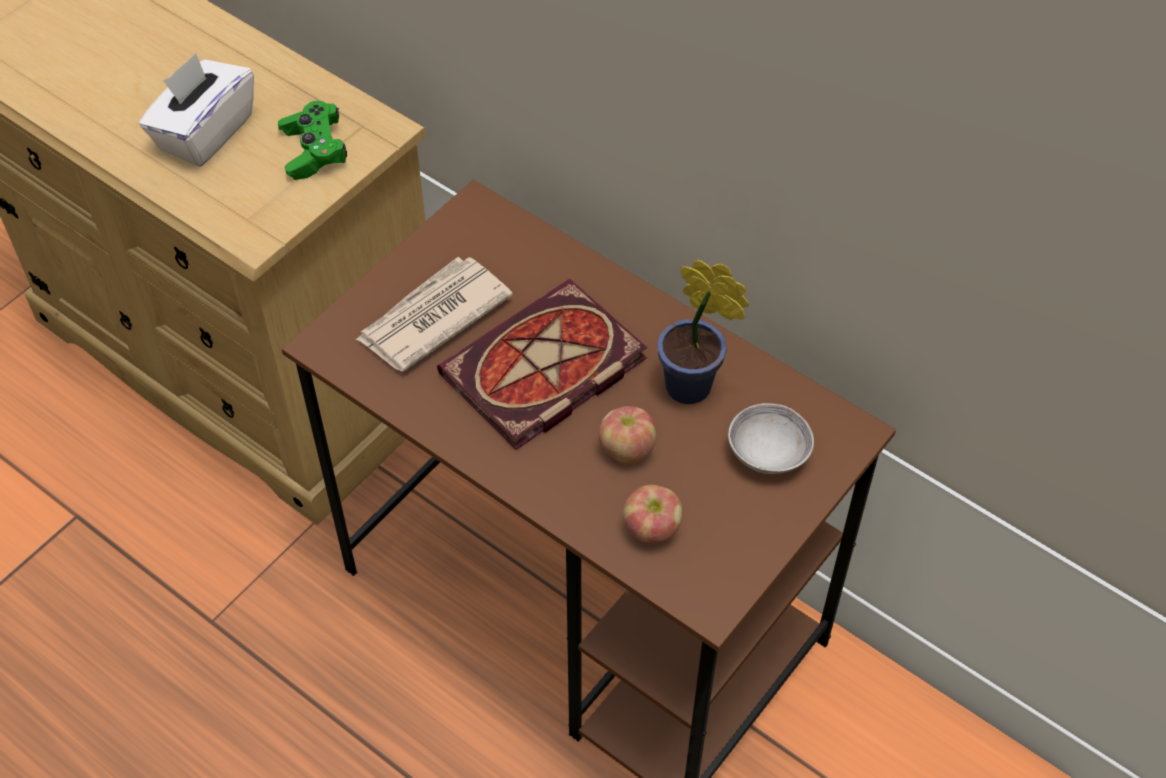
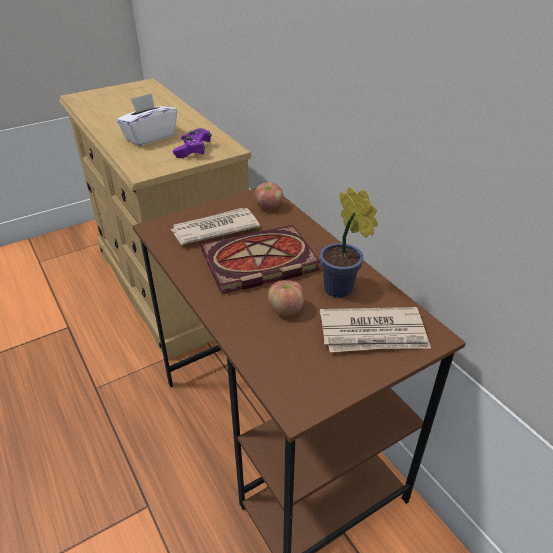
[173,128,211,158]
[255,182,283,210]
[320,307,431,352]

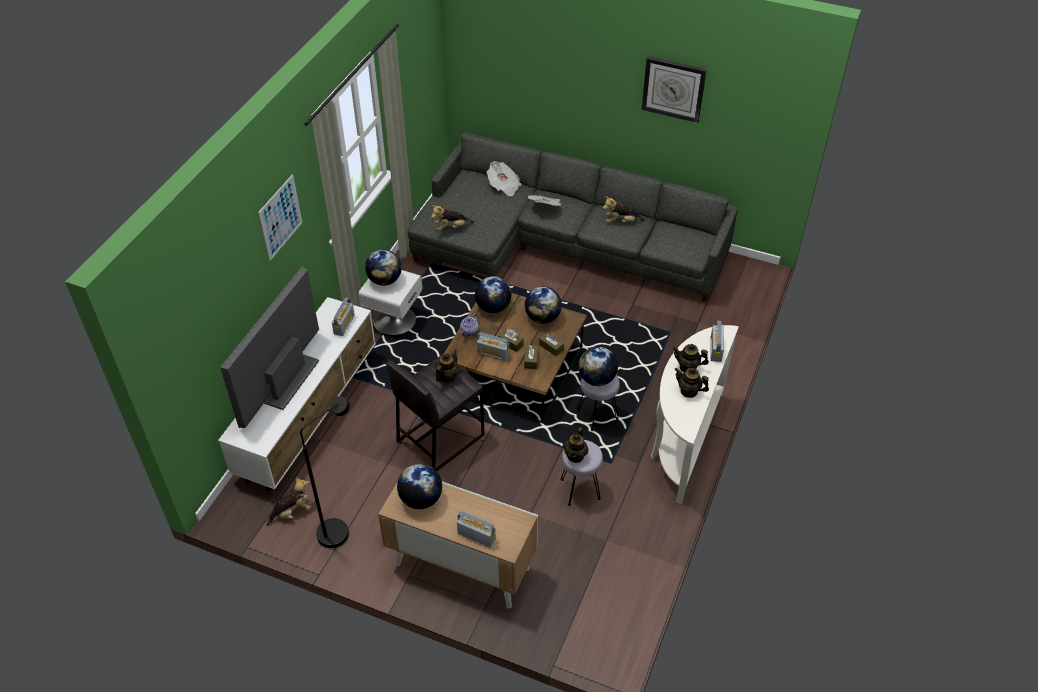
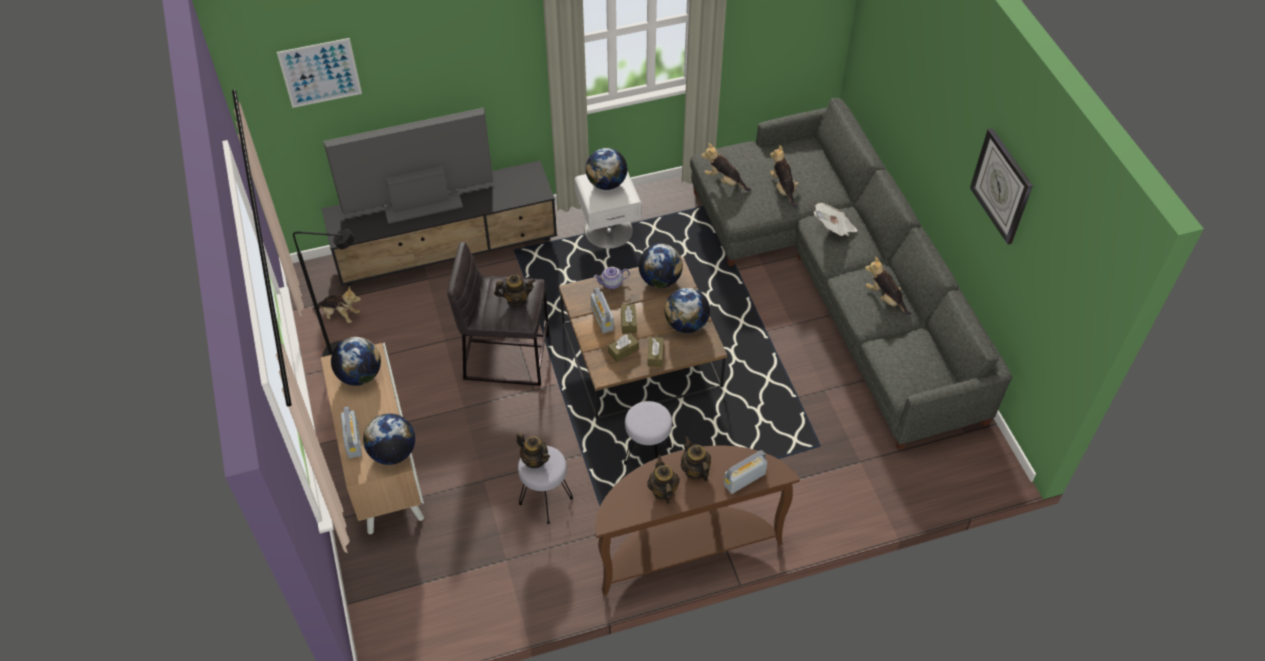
[322,161,557,286]
[277,38,362,108]
[332,298,355,336] (first image)
[487,161,522,197] (first image)
[517,432,550,468]
[363,413,415,465]
[595,446,800,596]
[770,145,798,208]

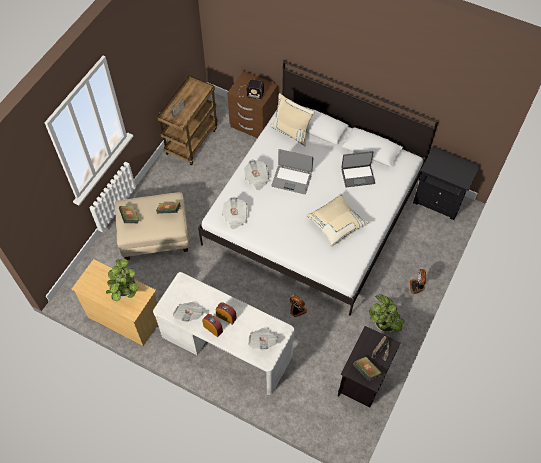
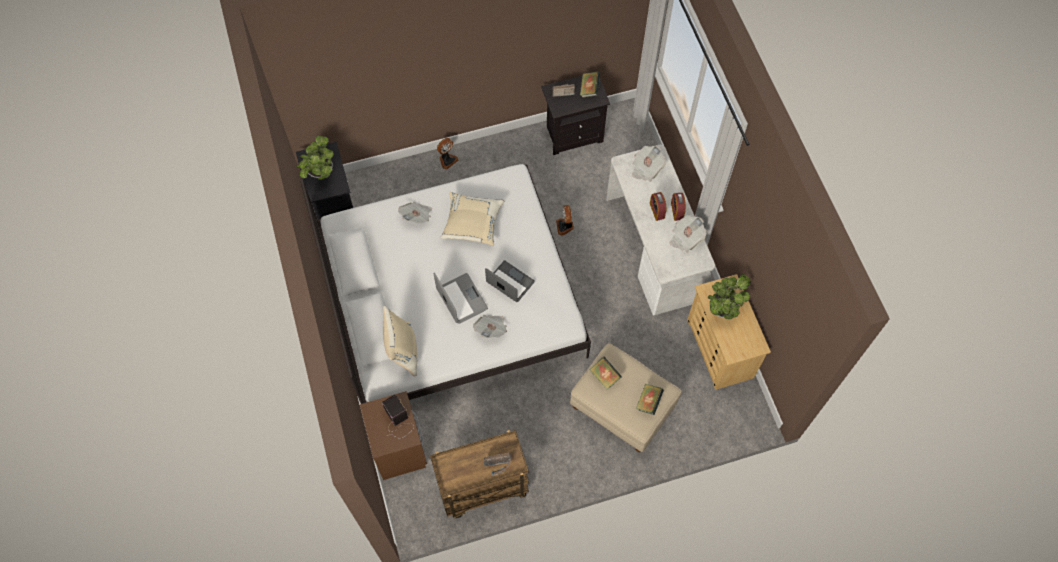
[398,202,432,223]
[485,260,535,302]
[296,135,334,180]

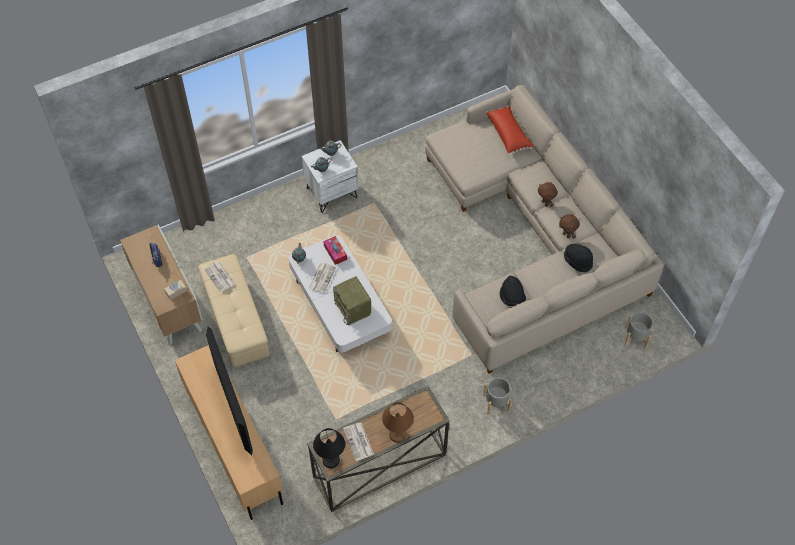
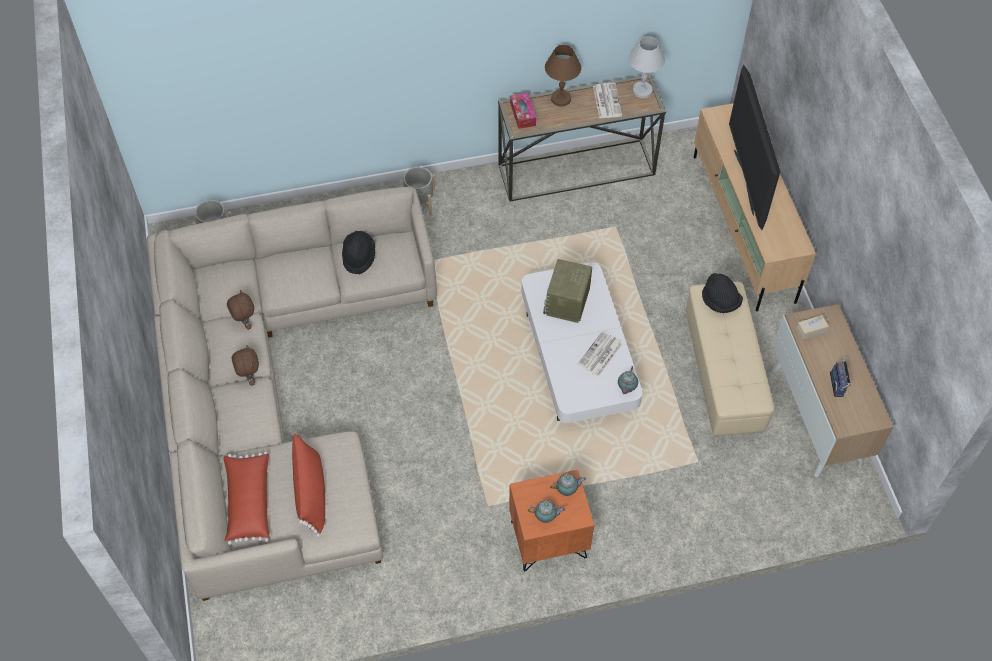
[204,261,236,292] (first image)
[509,470,594,572]
[628,36,665,98]
[510,93,536,129]
[543,259,592,323]
[702,273,743,313]
[292,433,325,537]

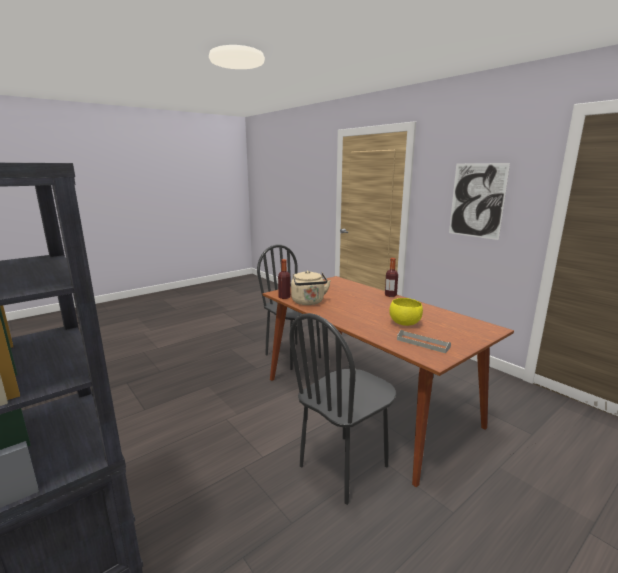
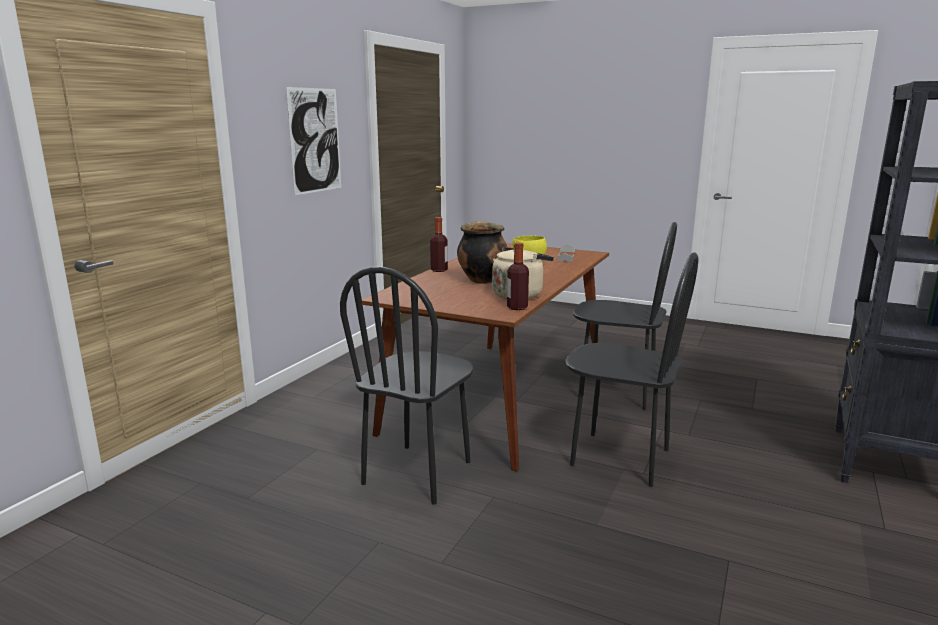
[457,221,507,284]
[565,252,698,487]

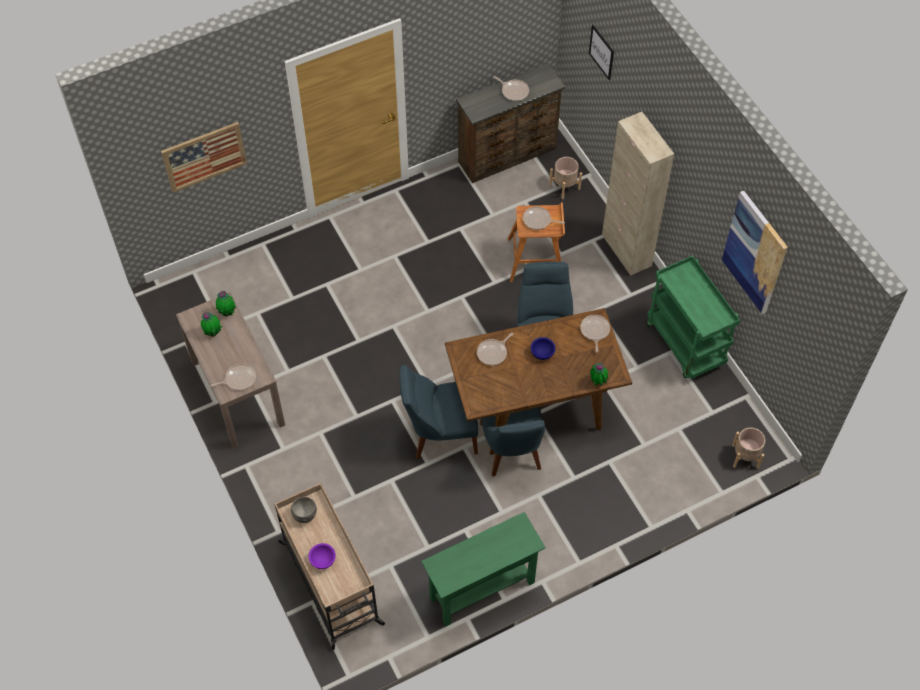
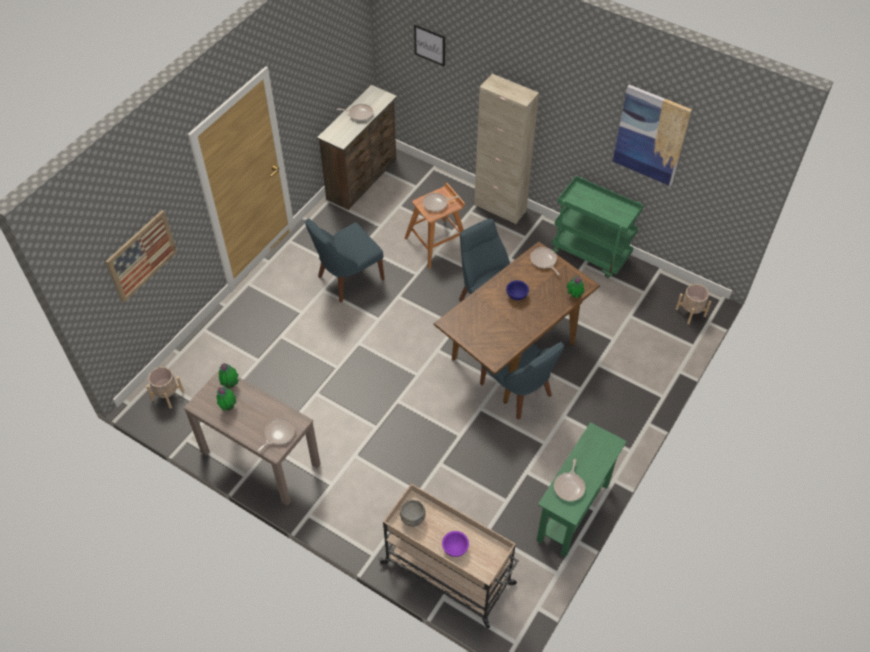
[305,218,384,302]
[554,459,585,501]
[146,367,184,409]

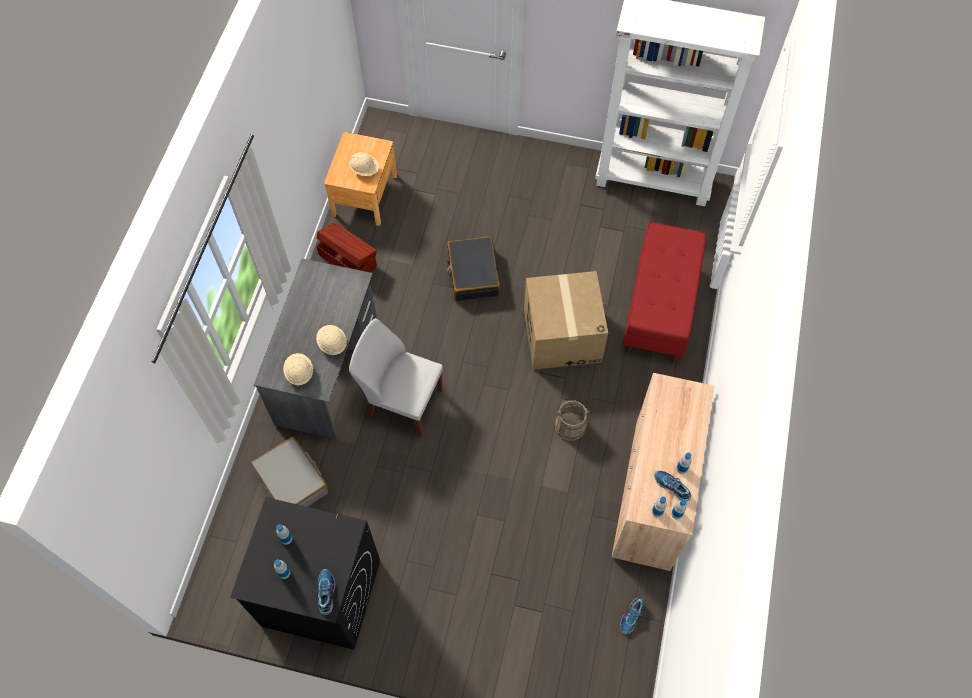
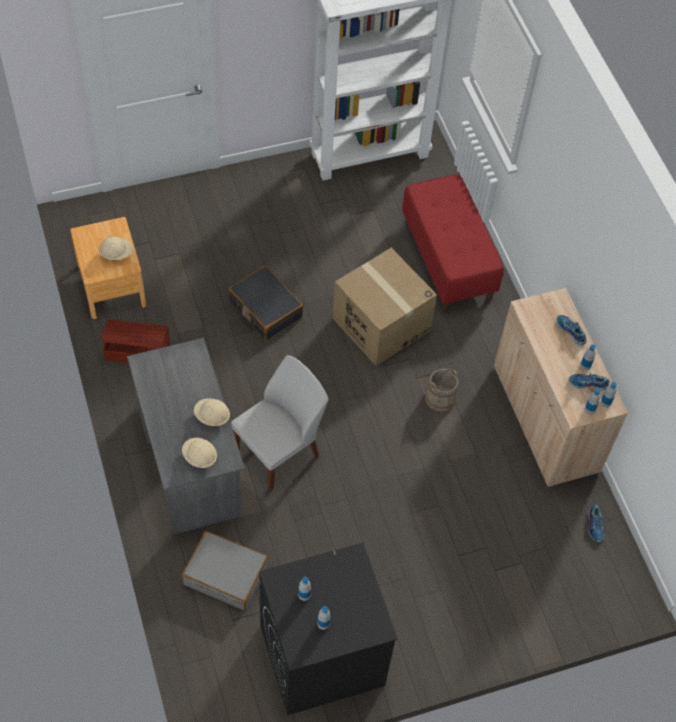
[557,315,587,345]
[231,355,328,490]

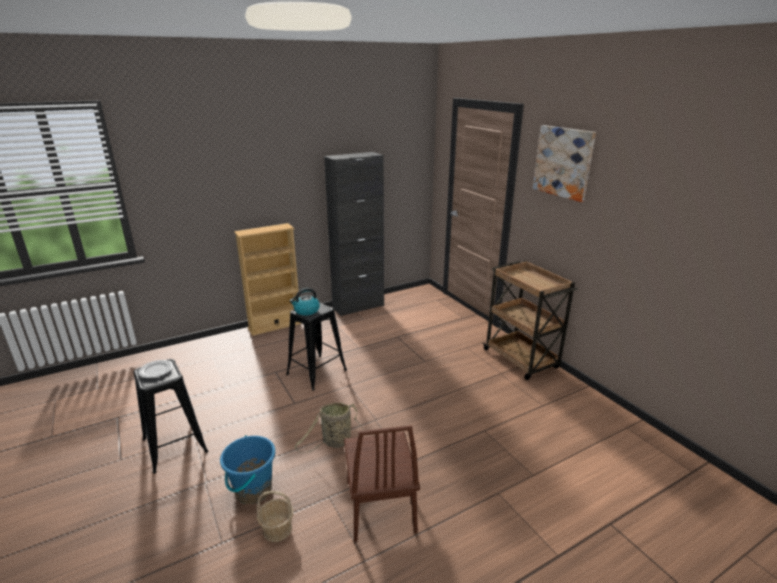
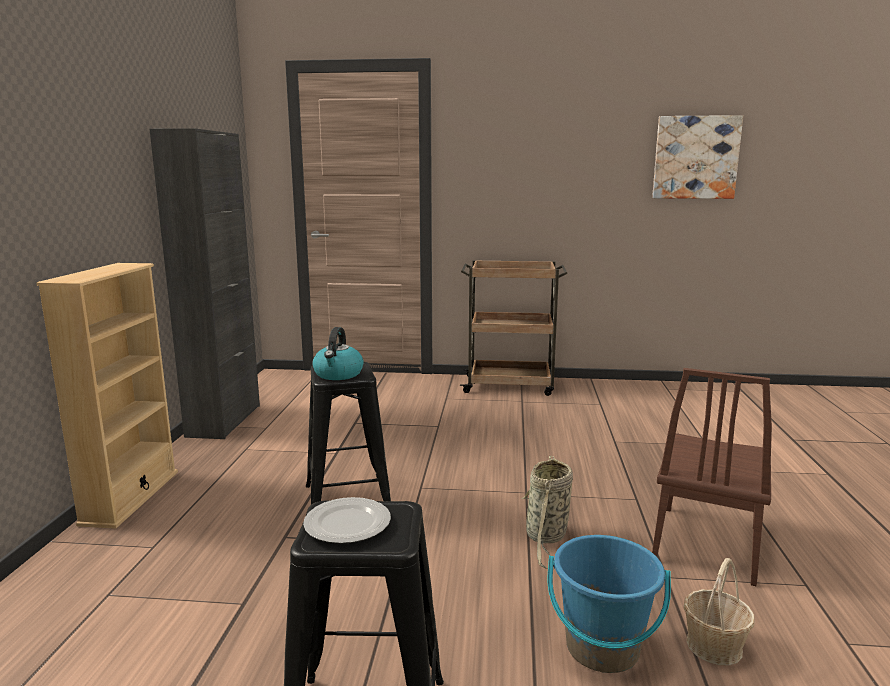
[652,368,772,586]
[652,115,743,199]

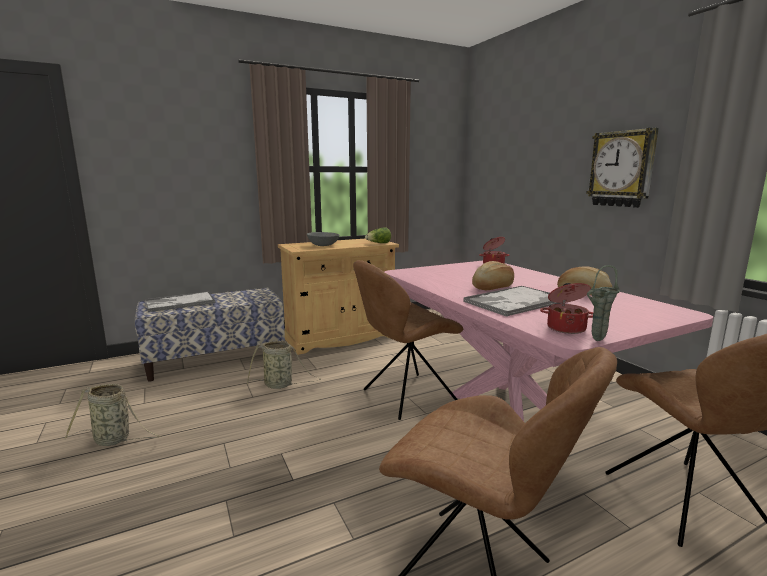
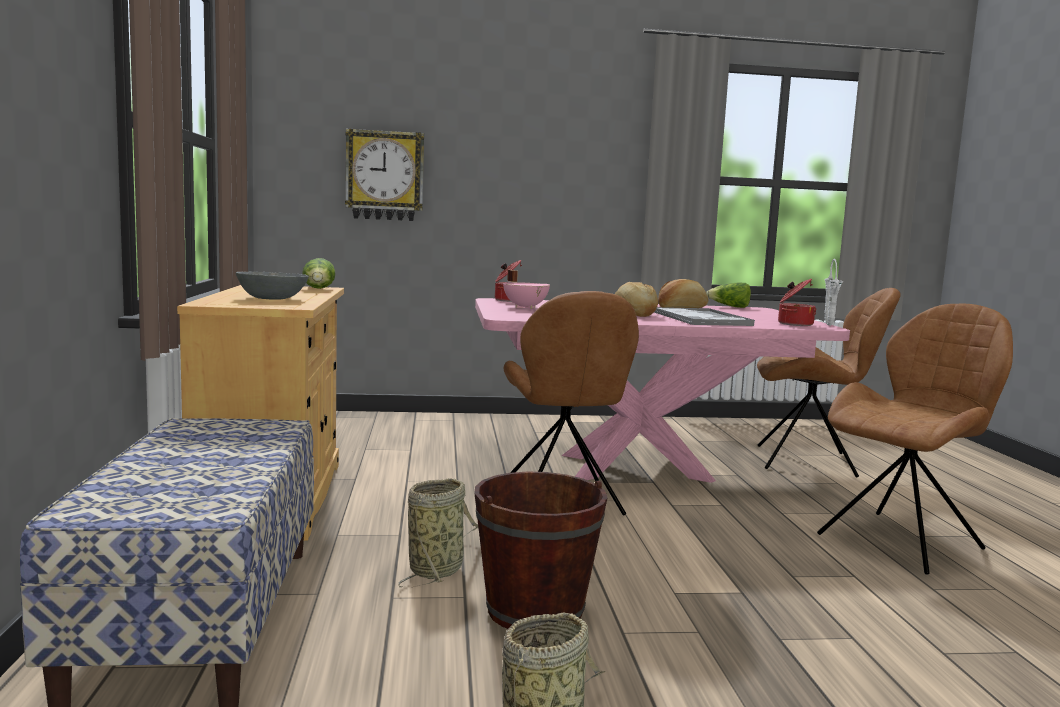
[145,291,215,312] (first image)
[345,128,424,221]
[824,259,843,326]
[475,471,608,629]
[503,270,550,309]
[706,283,751,308]

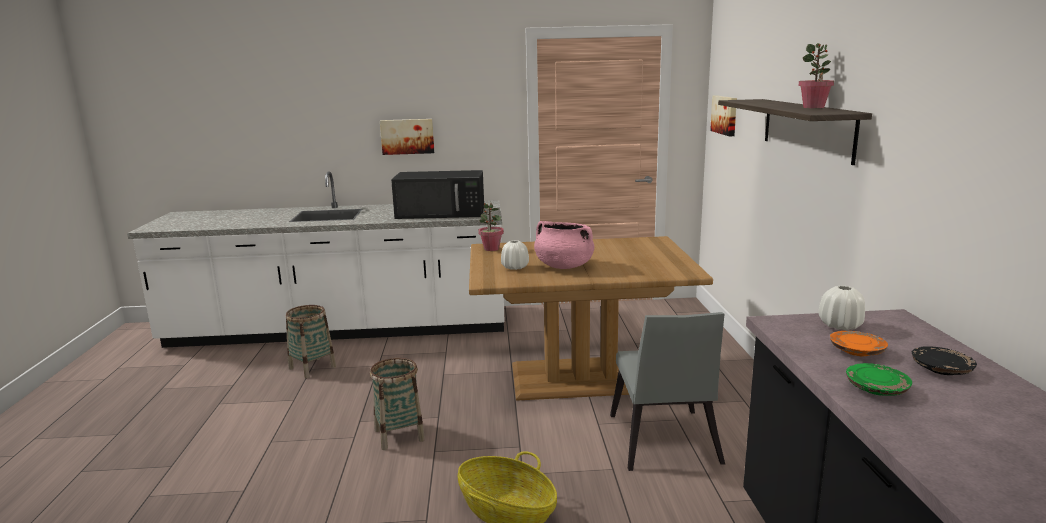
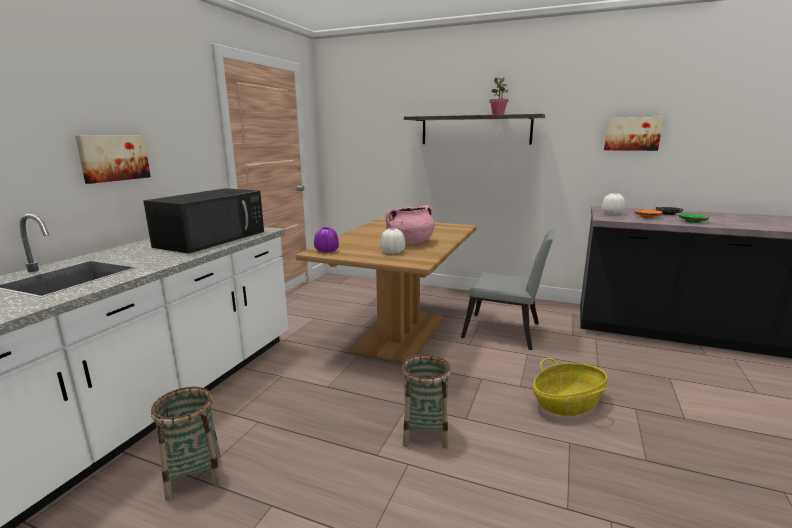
[314,227,339,253]
[604,117,663,151]

